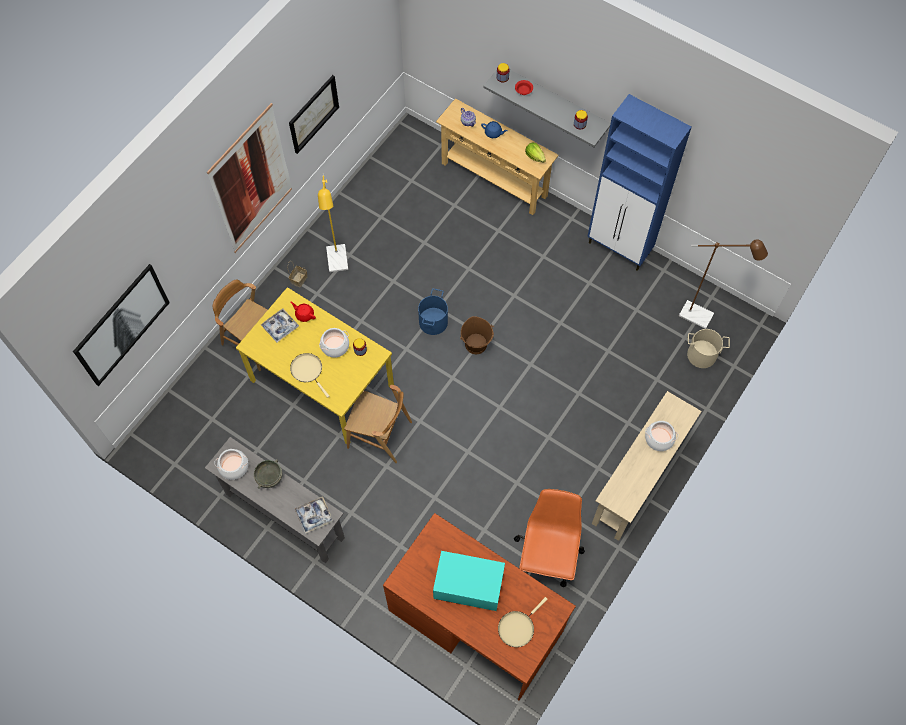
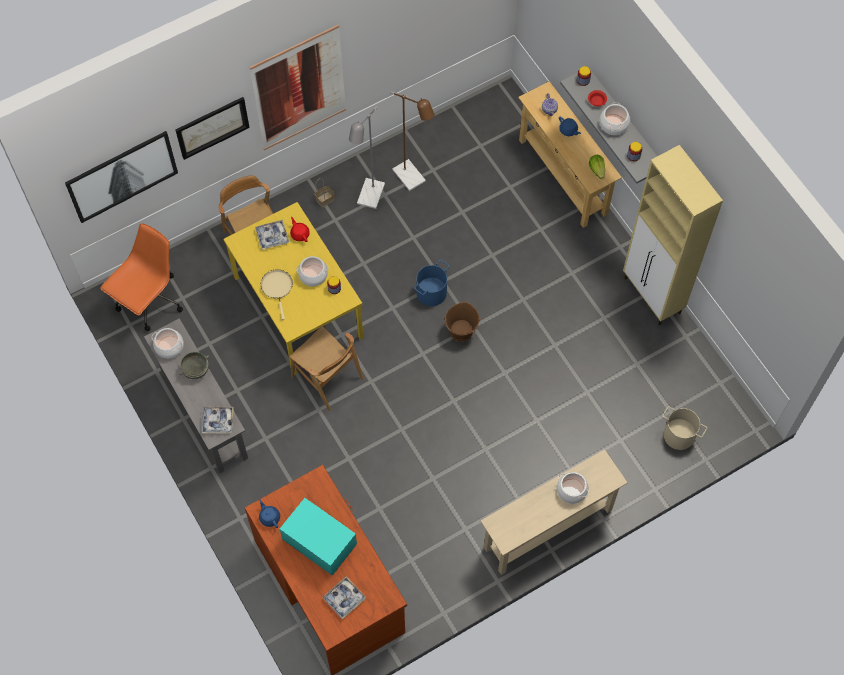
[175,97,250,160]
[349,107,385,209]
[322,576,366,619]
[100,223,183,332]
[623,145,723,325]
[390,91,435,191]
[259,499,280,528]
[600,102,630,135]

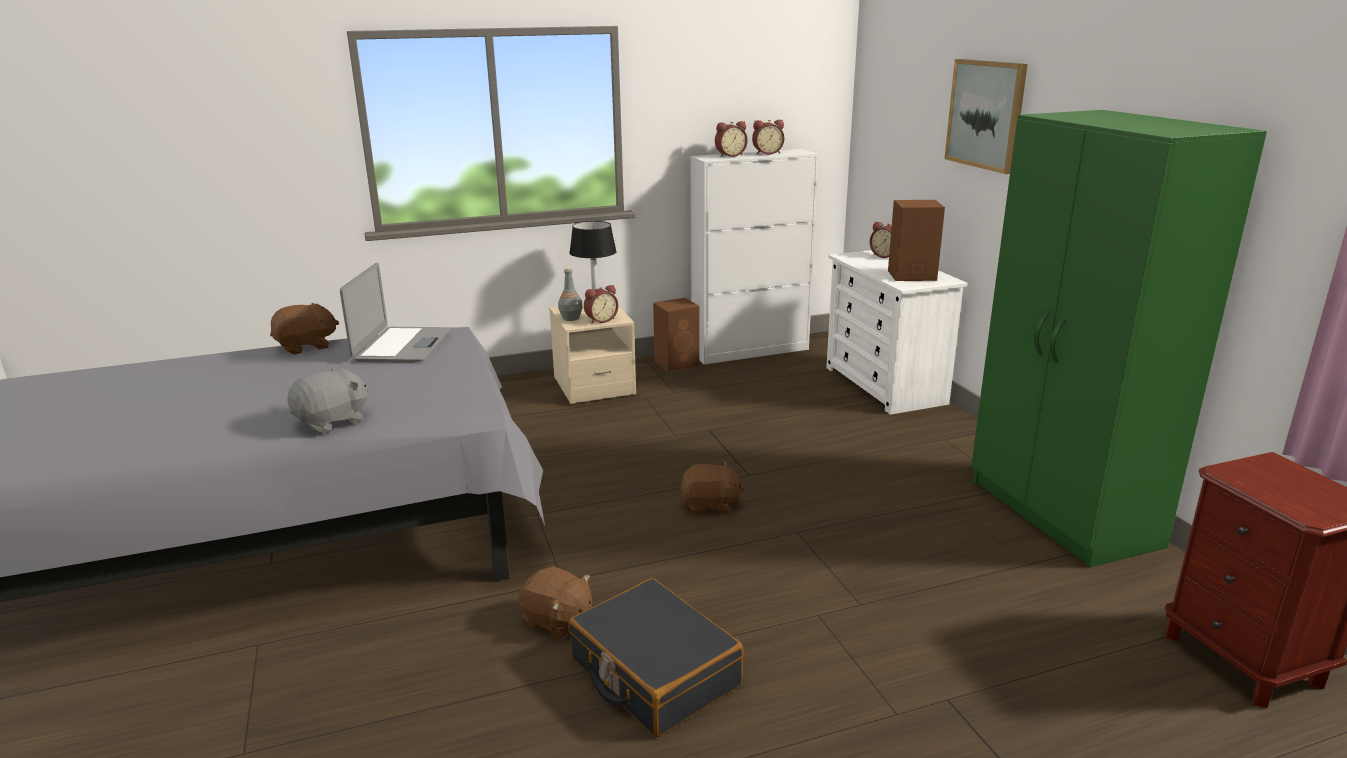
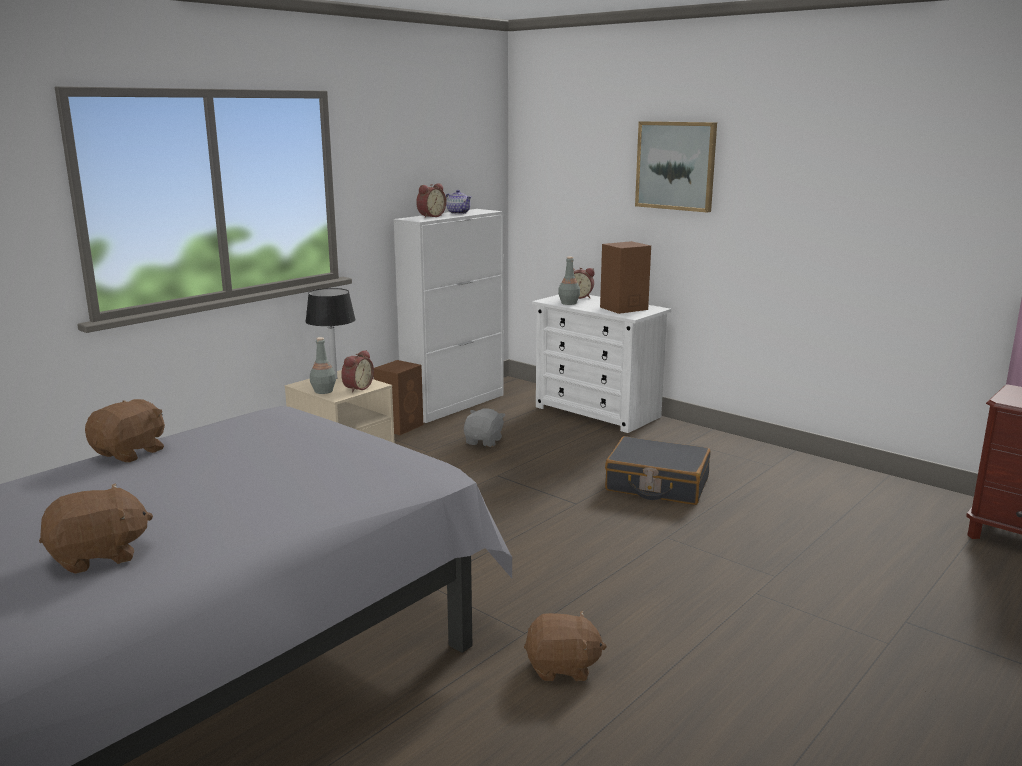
[464,408,505,447]
[340,263,451,363] (first image)
[605,436,711,505]
[39,484,153,574]
[446,190,471,214]
[971,110,1267,568] (first image)
[558,256,580,305]

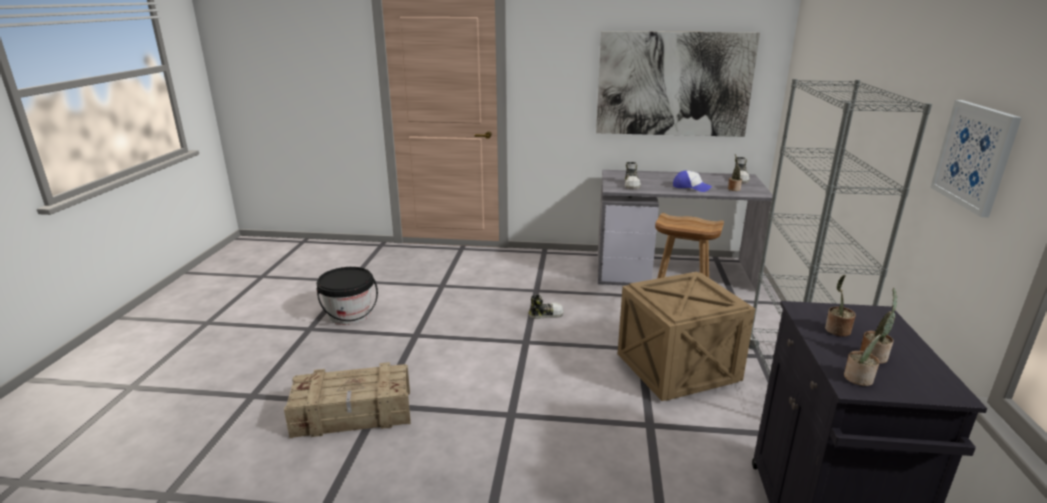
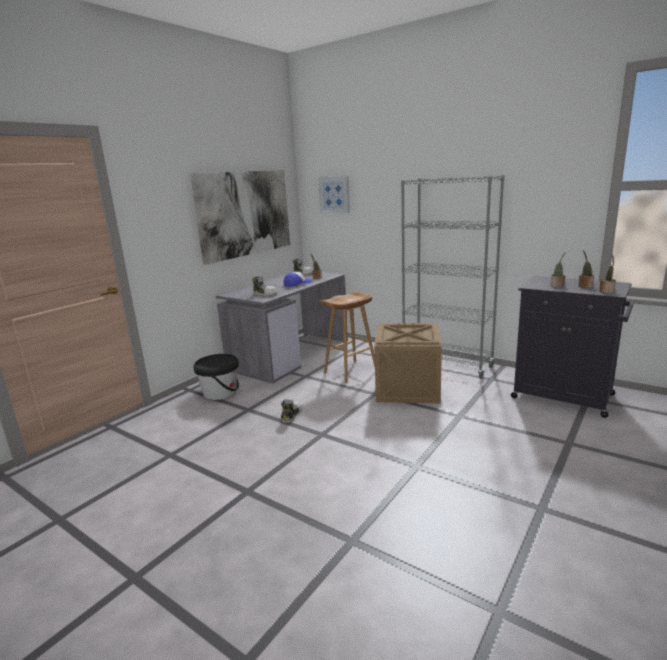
[284,362,411,438] (first image)
[193,354,239,400]
[318,176,350,213]

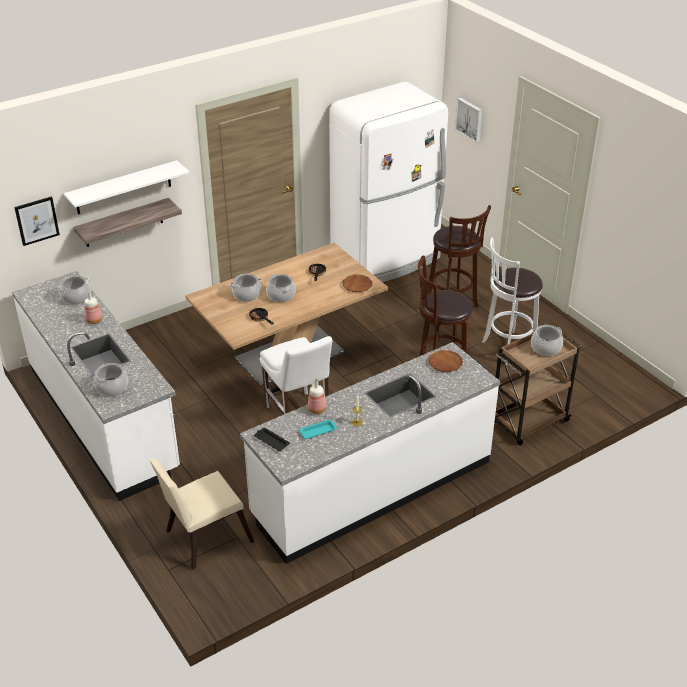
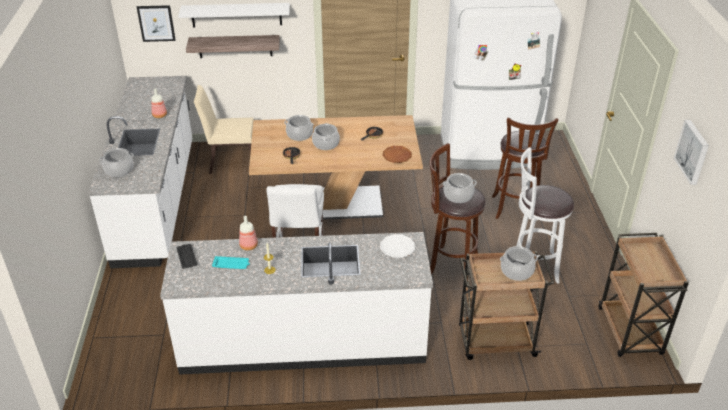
[442,173,477,203]
[194,85,254,174]
[380,234,415,258]
[674,120,709,185]
[599,233,689,357]

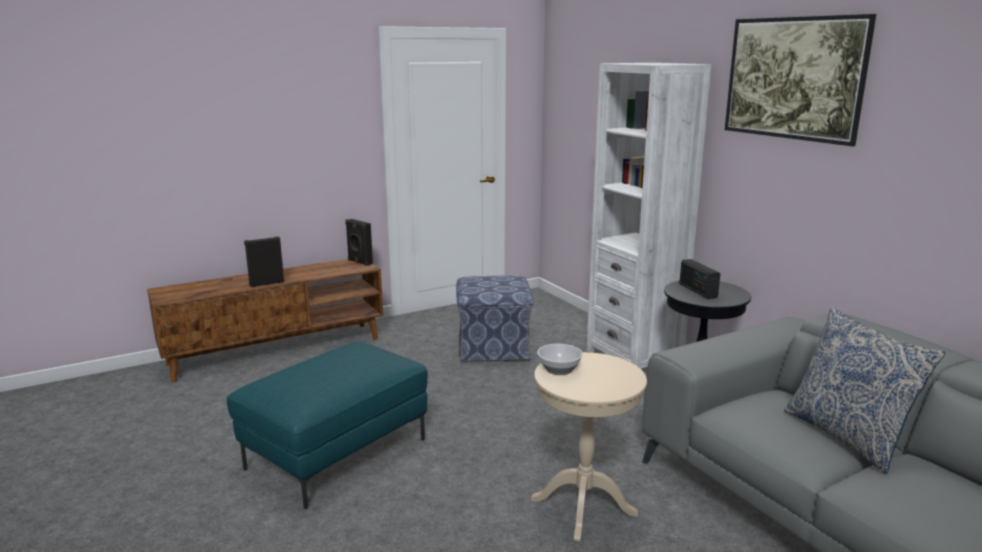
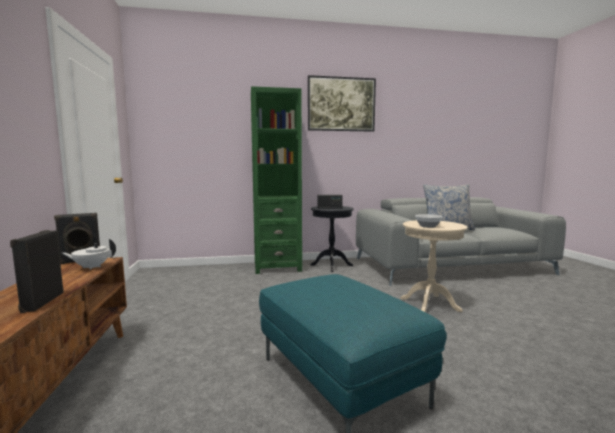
[456,276,534,362] (first image)
[251,86,302,274]
[62,239,116,270]

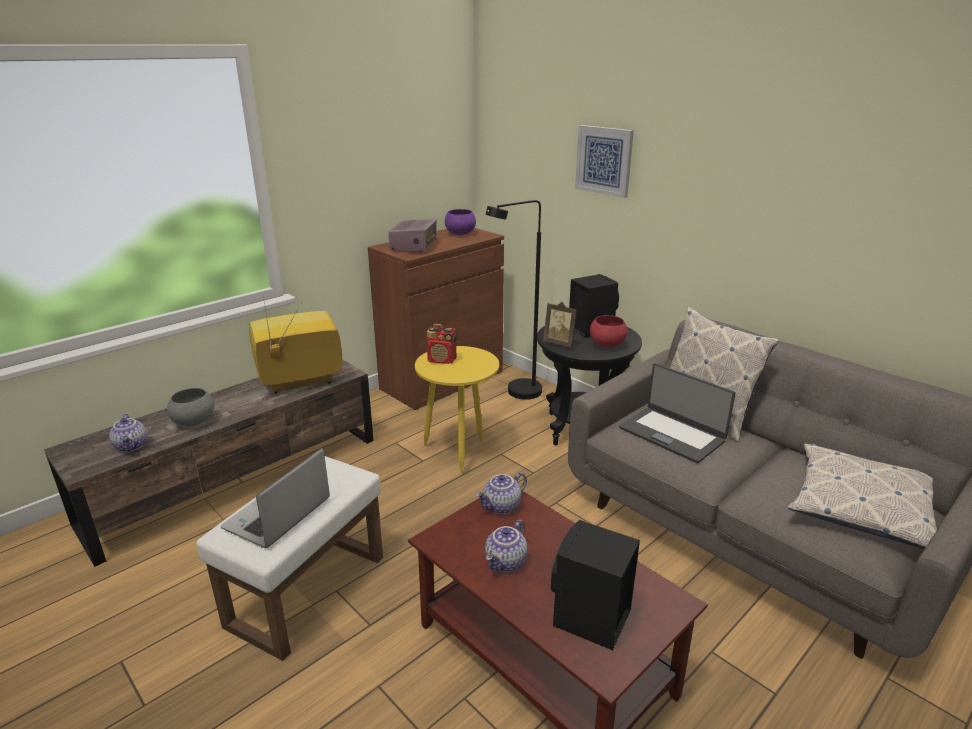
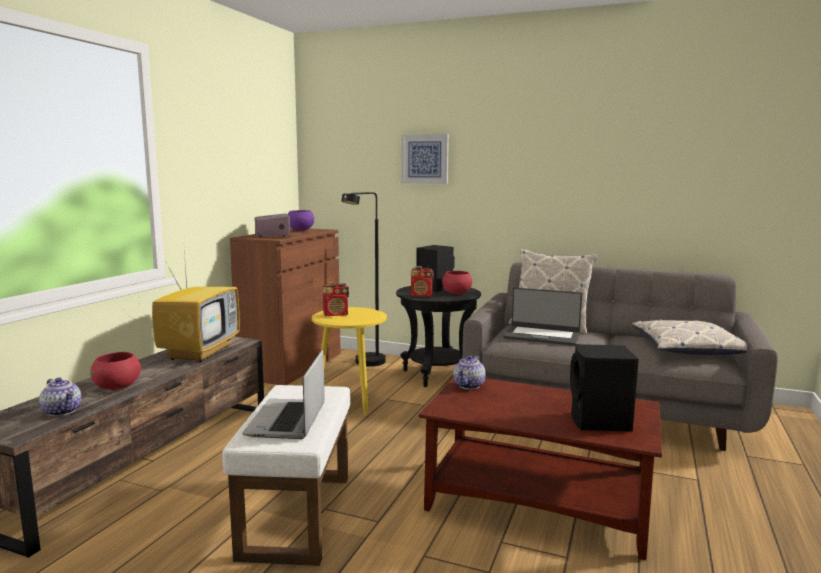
[90,352,141,390]
[152,251,240,362]
[485,519,527,572] (first image)
[410,266,434,297]

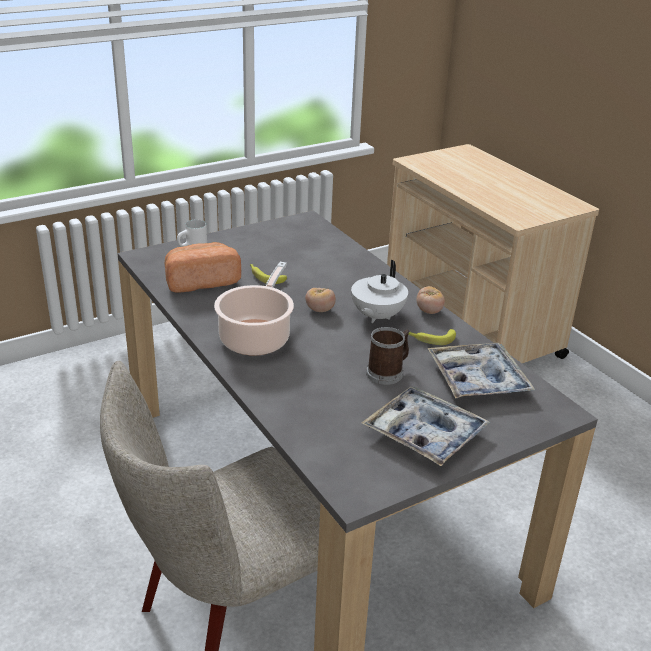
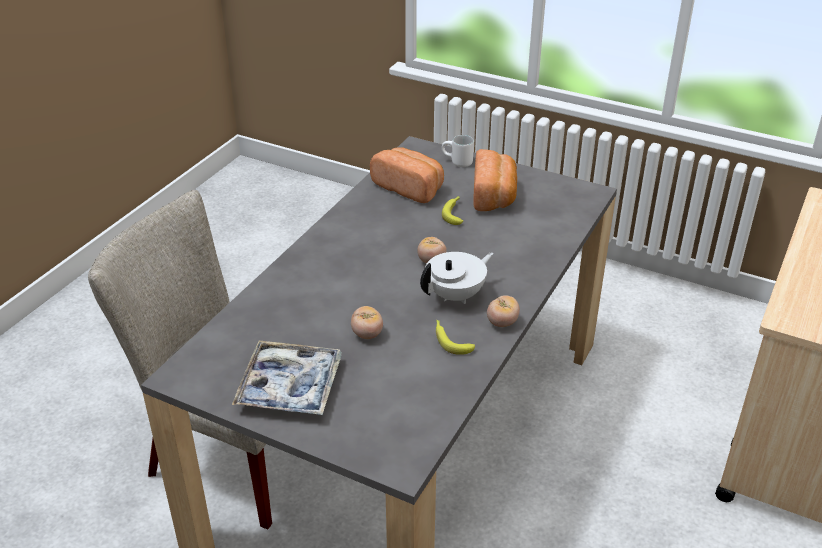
[214,262,294,356] (first image)
[420,252,494,304]
[351,306,383,339]
[428,343,535,399] (first image)
[473,149,517,211]

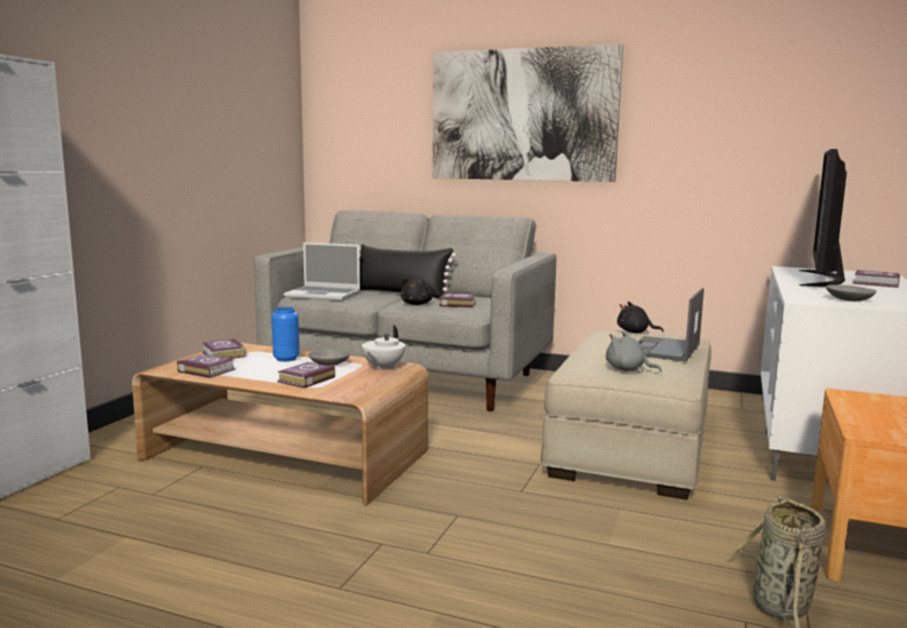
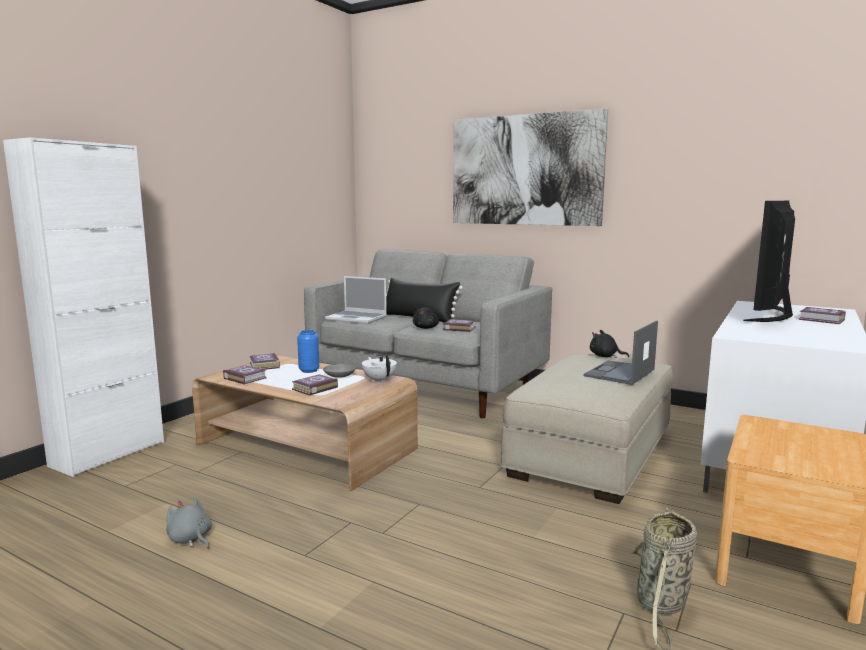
[362,355,397,383]
[166,497,212,548]
[826,285,876,301] (first image)

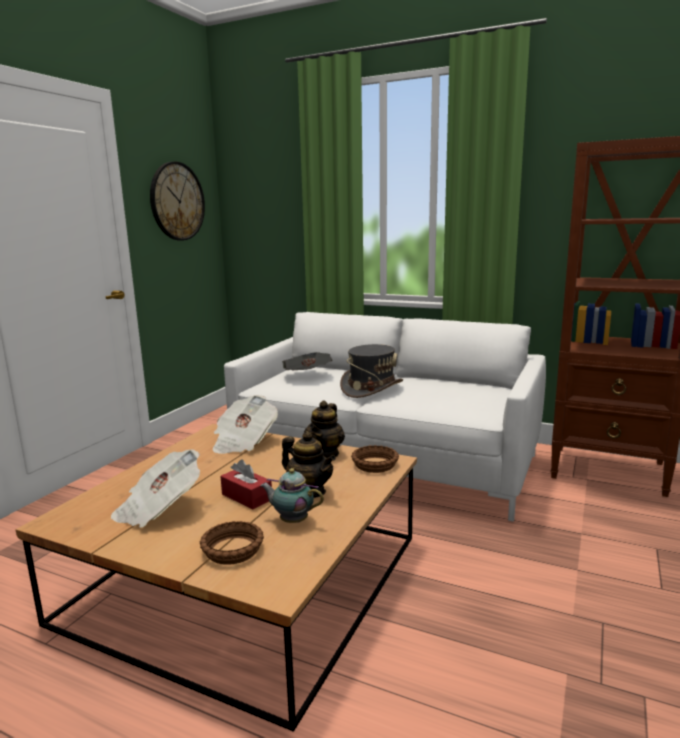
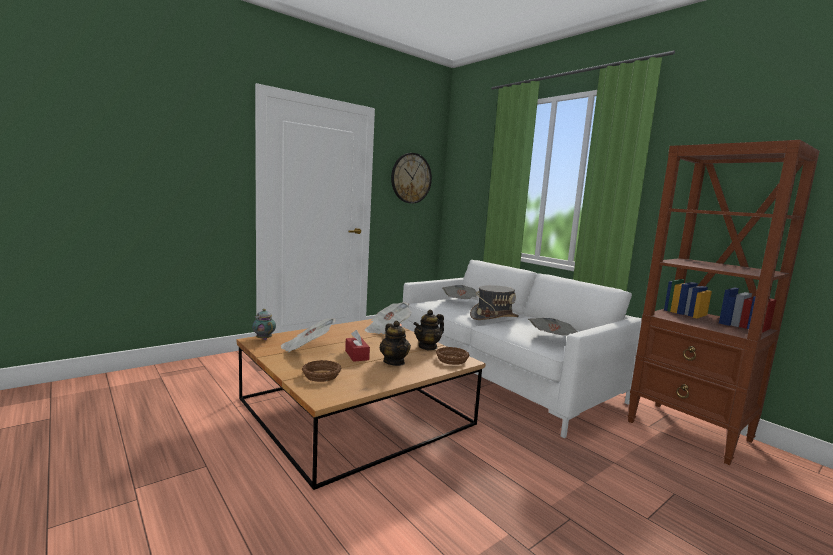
[252,309,276,340]
[528,318,578,336]

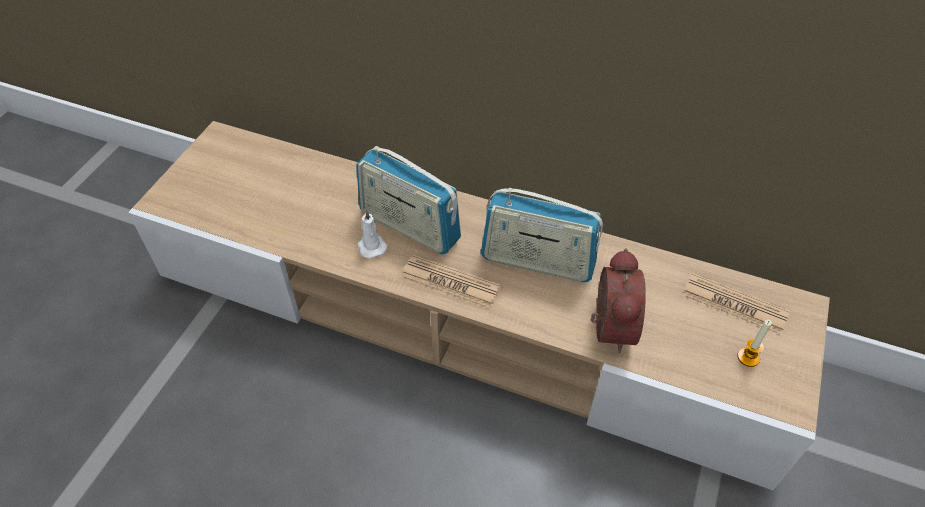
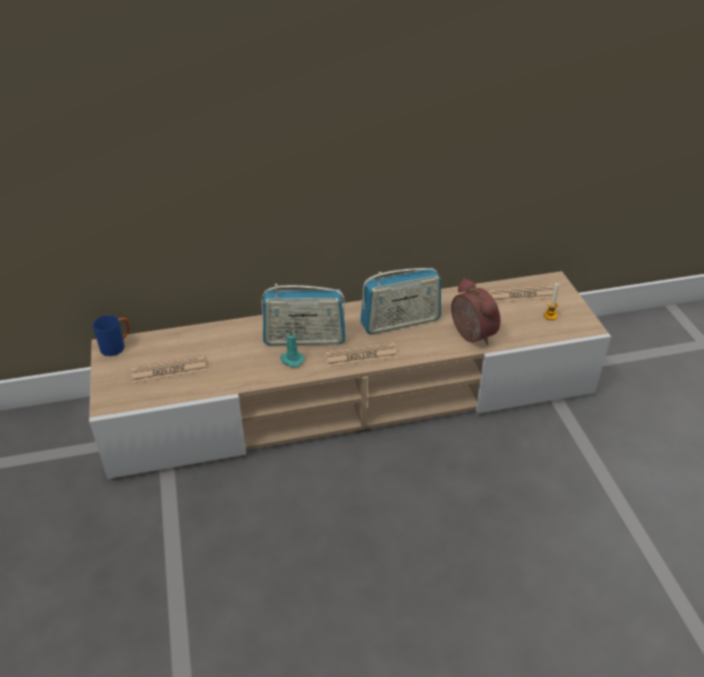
[280,328,305,367]
[93,315,130,356]
[131,355,206,383]

